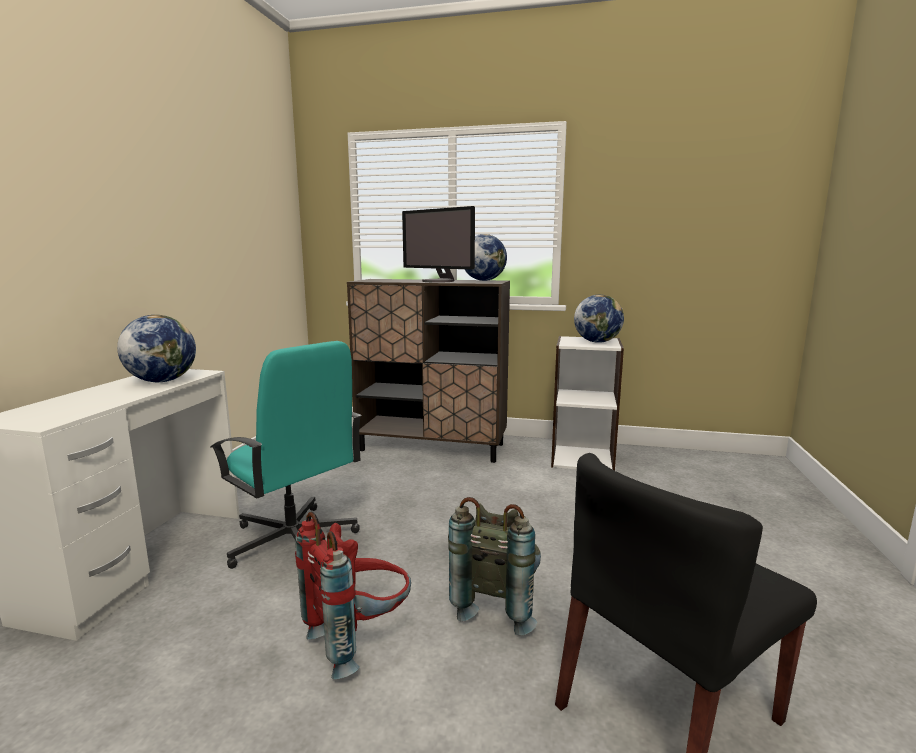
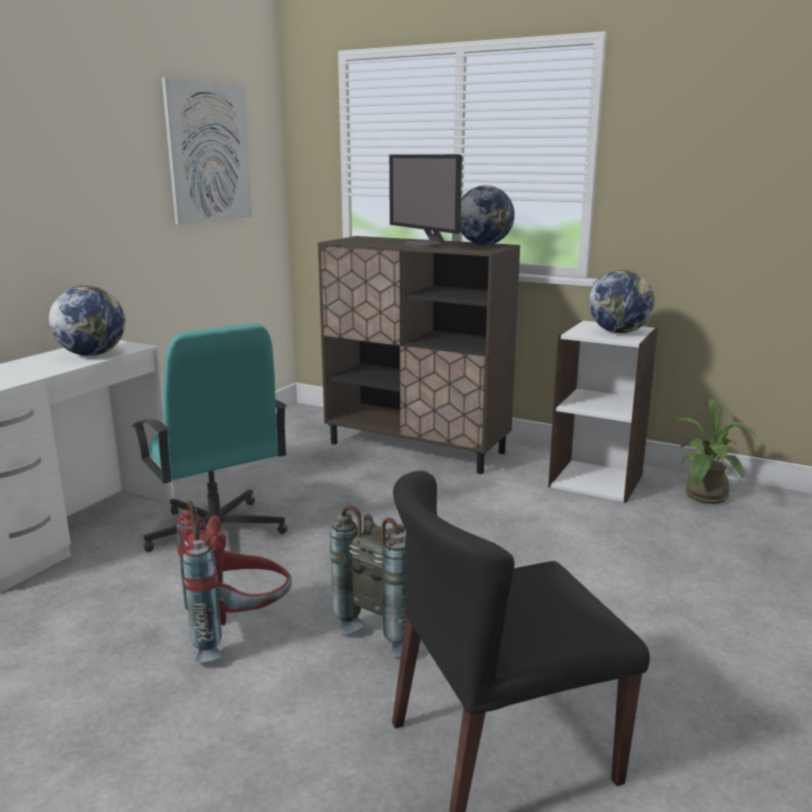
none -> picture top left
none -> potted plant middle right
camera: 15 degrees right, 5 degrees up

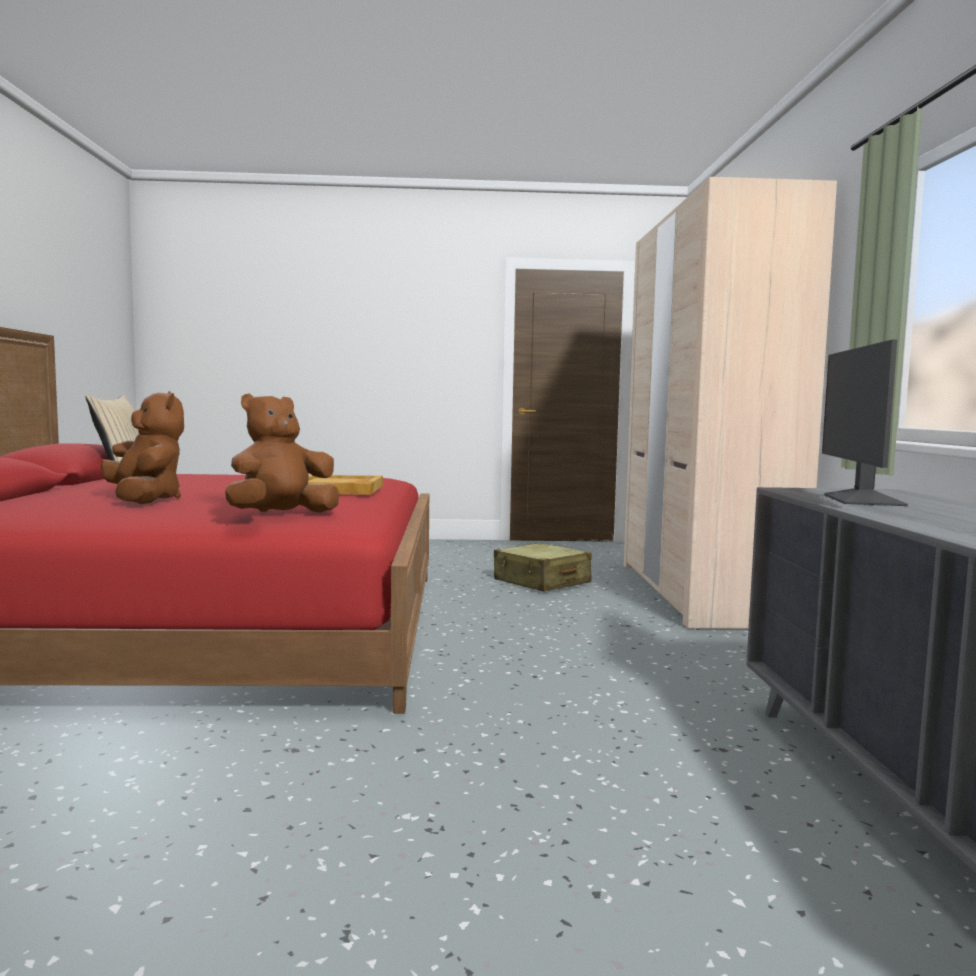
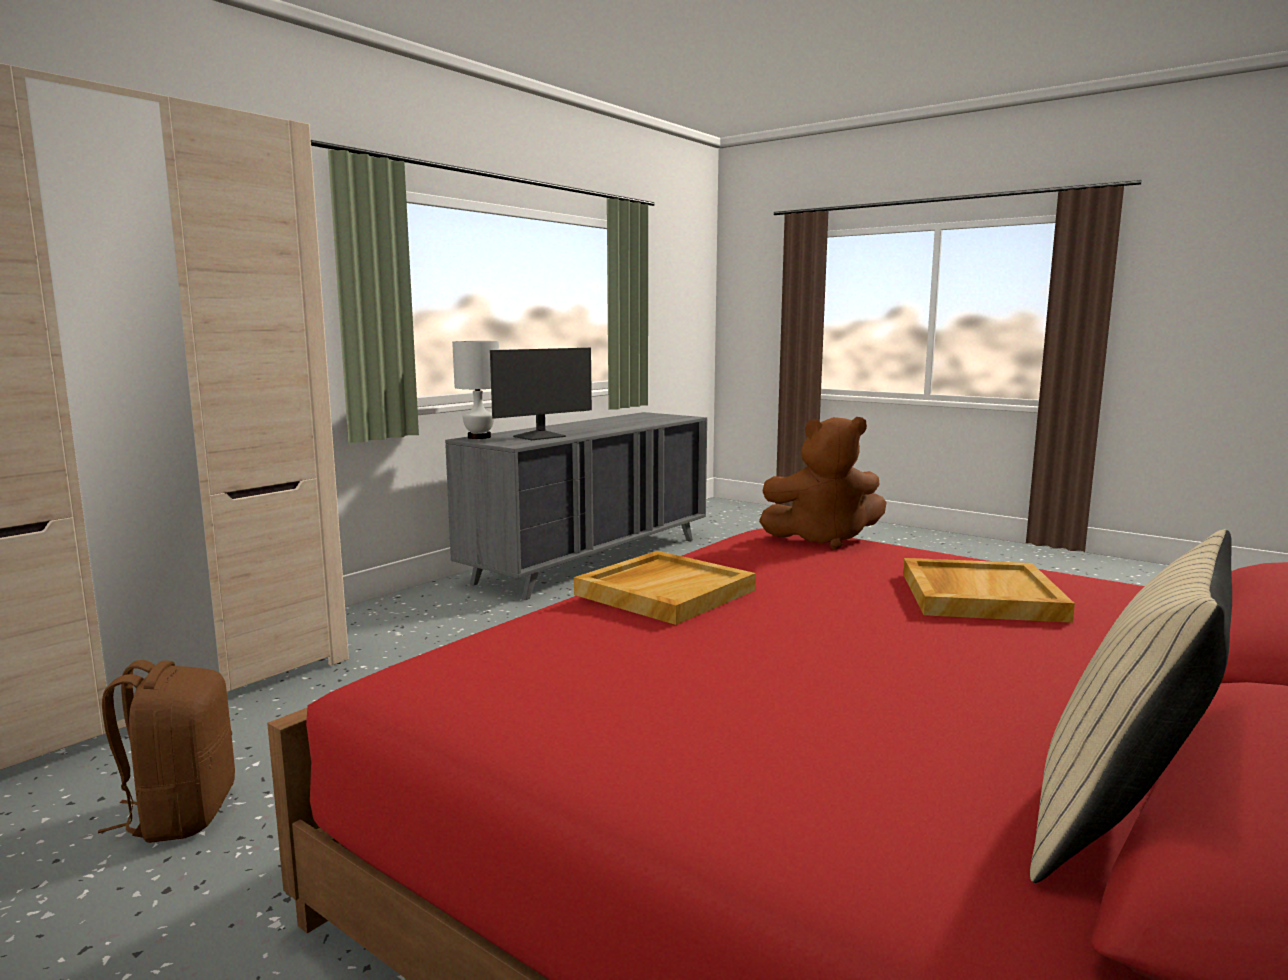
none -> white table lamp centre
brown plush toy (no. 1 from left) middle left -> beige tray (no. 2 from left) middle right
beige suitcase centre -> brown backpack bottom left
camera: 140 degrees left, 5 degrees up

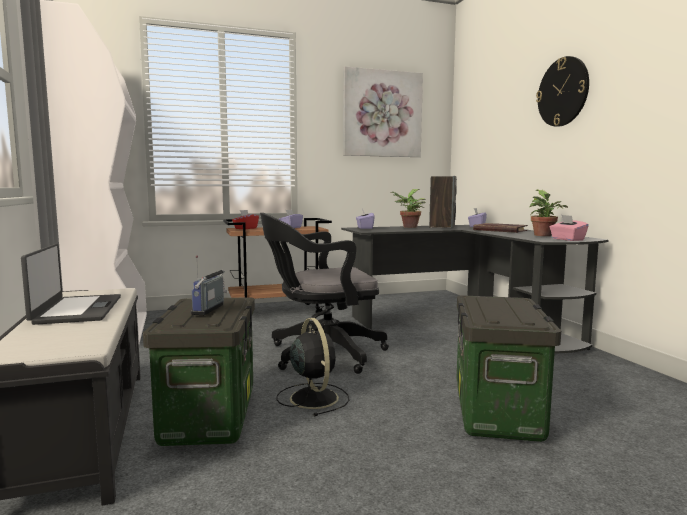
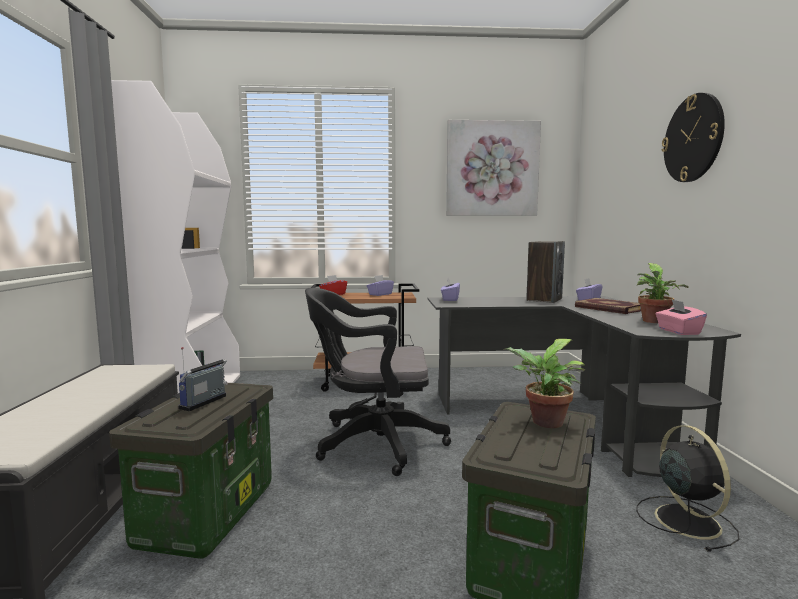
laptop middle left -> none
black fan bottom centre -> black fan bottom right, relocated
potted plant (no. 1 from left) centre -> potted plant (no. 1 from left) middle right, relocated
camera: 15 degrees right, 0 degrees up

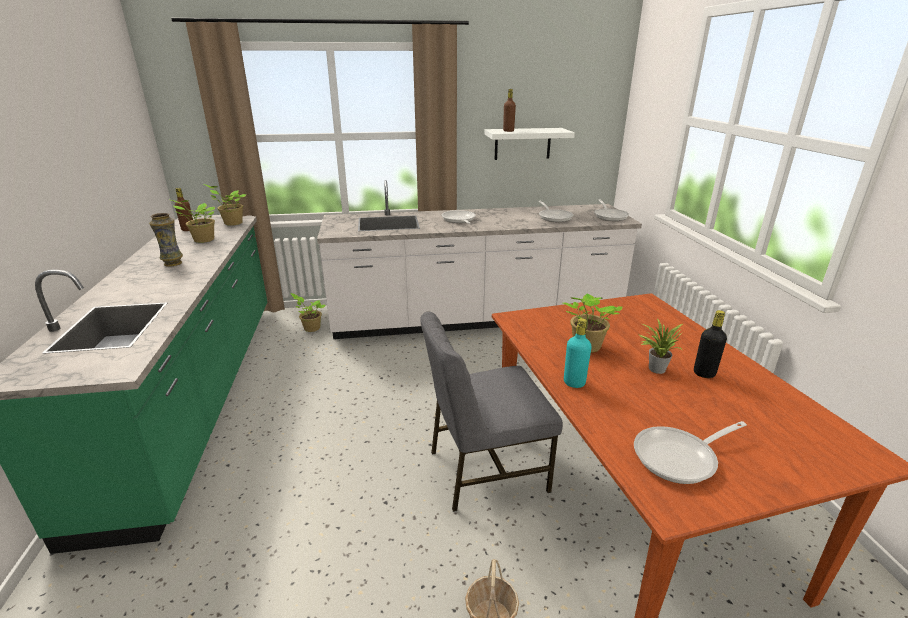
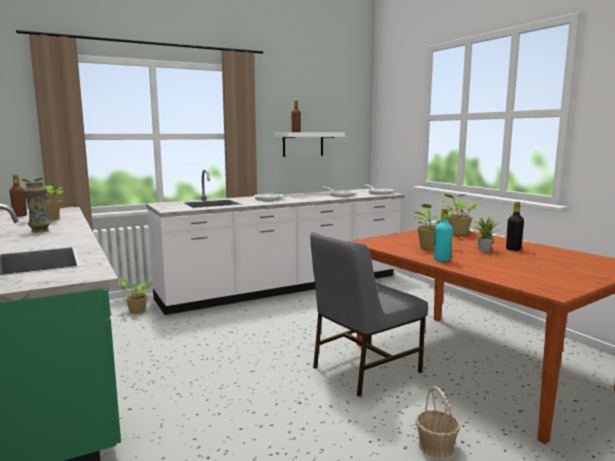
frying pan (no. 4 from left) bottom right -> none
potted plant (no. 2 from left in the first image) top left -> potted plant (no. 4 from left) middle right, relocated
camera: 20 degrees left, 15 degrees down

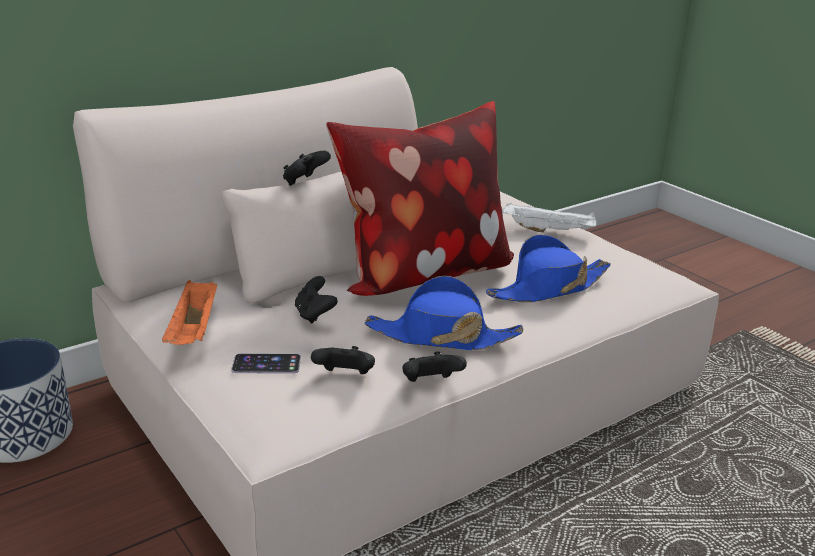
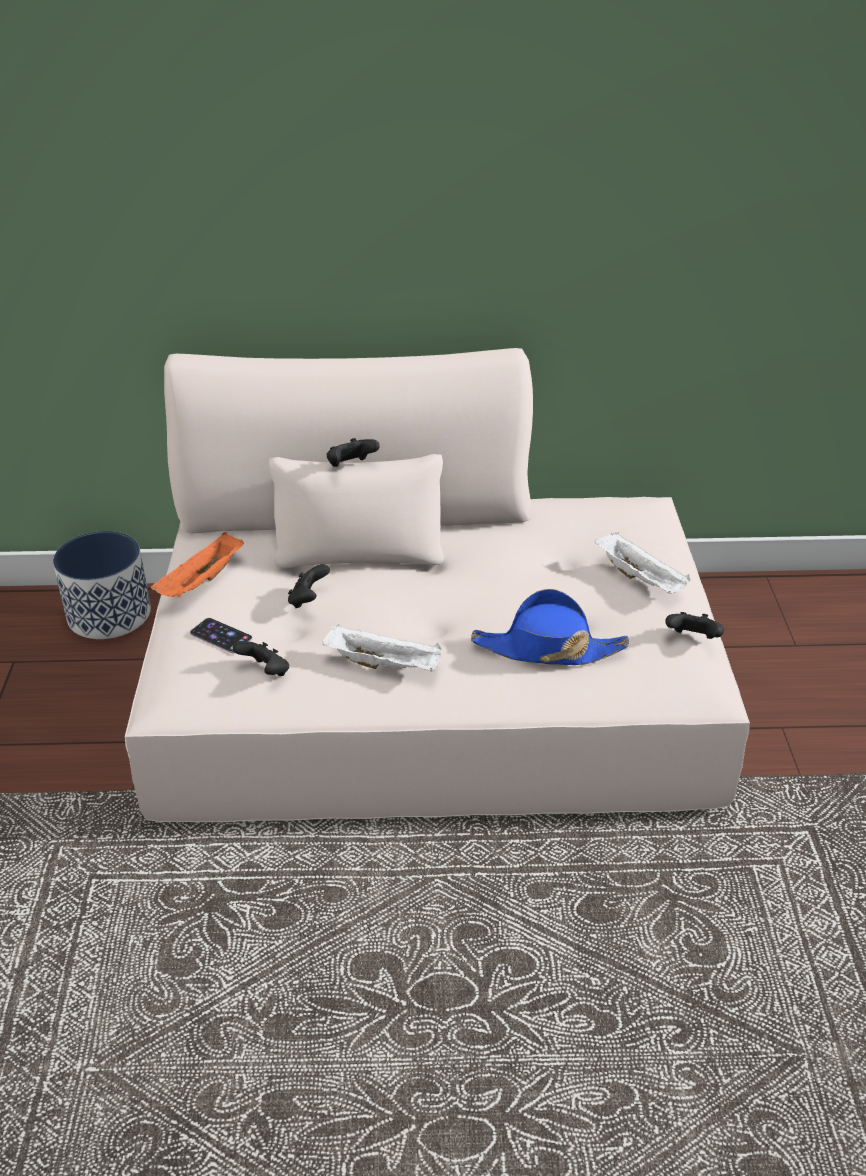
pillow centre -> none
black game controller (no. 4 from left) centre -> black game controller (no. 4 from left) middle right, relocated
blue hat (no. 1 from left) centre -> white tray (no. 1 from left) centre
camera: 35 degrees right, 10 degrees up

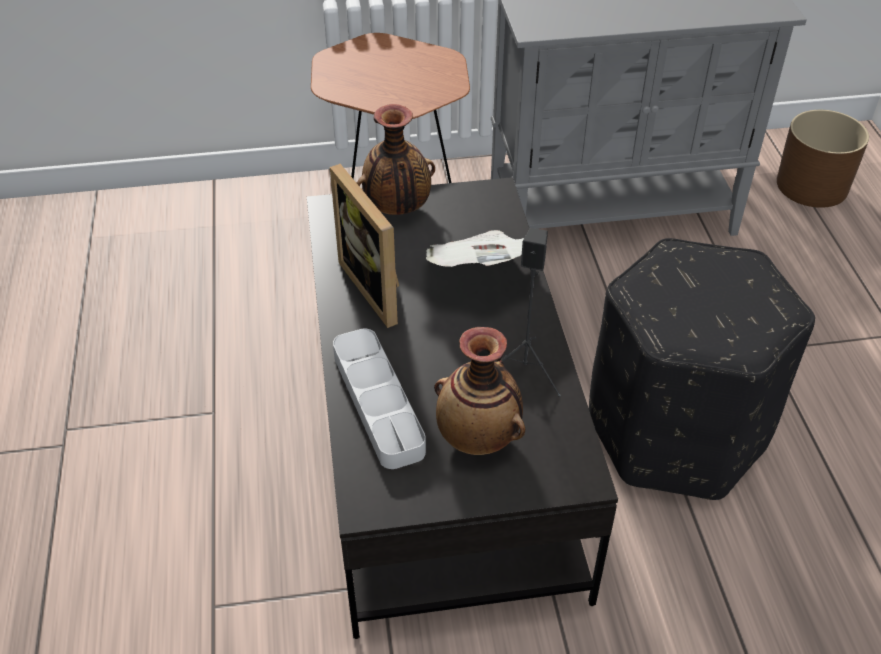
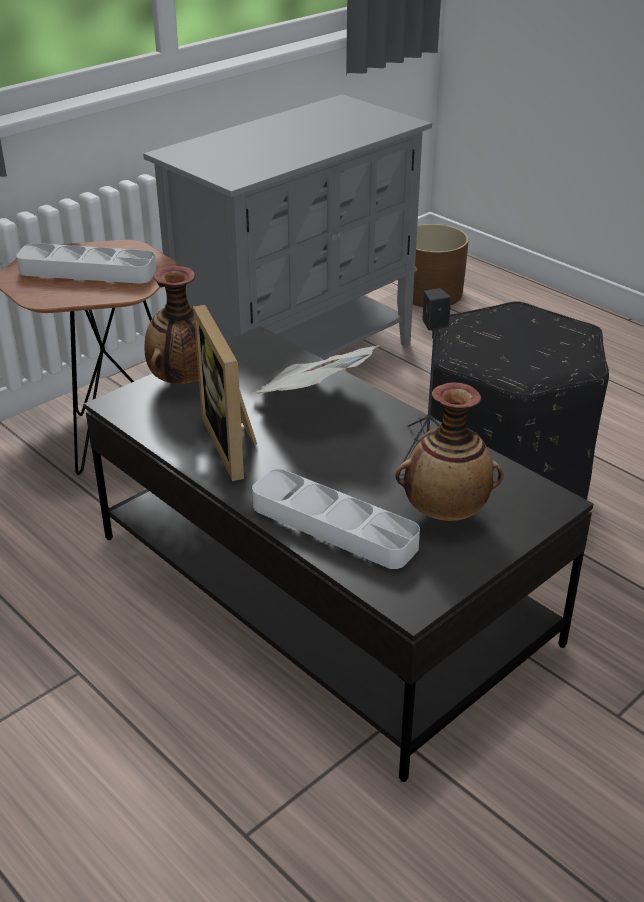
none -> grey tray (no. 1 from left) top left
picture frame centre, 45 degrees clockwise
camera: 35 degrees left, 10 degrees down

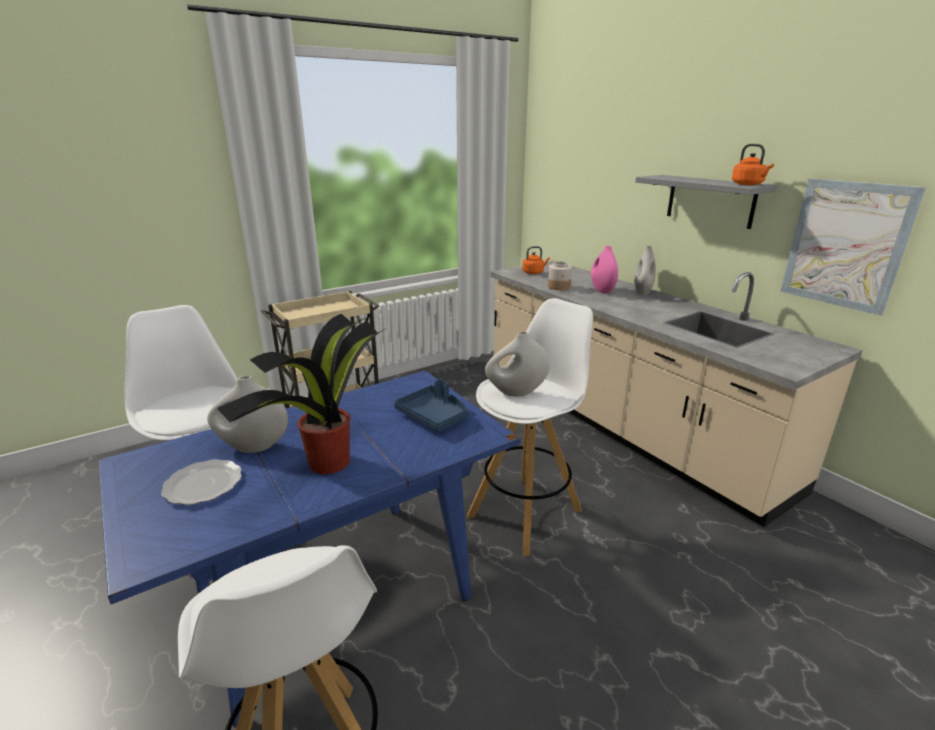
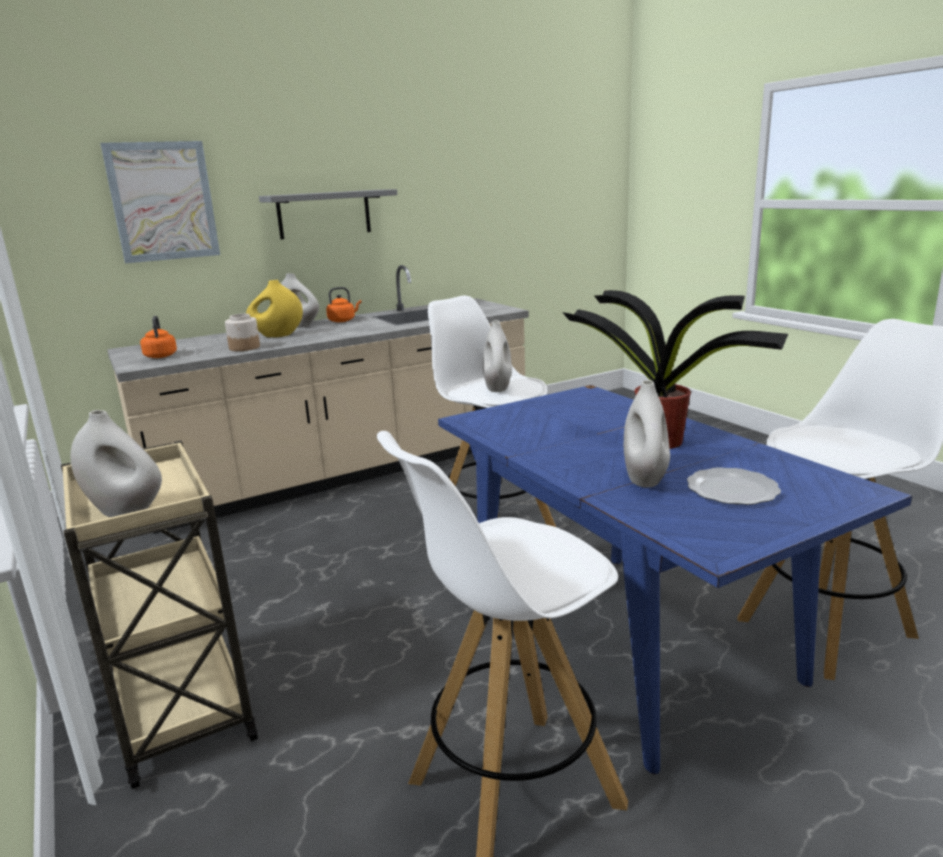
blue tray centre -> none
none -> white vase (no. 1 from left) middle left
orange kettle (no. 2 from left) top right -> orange kettle (no. 2 from left) centre, relocated
picture middle right -> picture top left, relocated
pink vase centre -> yellow vase middle left
camera: 85 degrees left, 5 degrees down

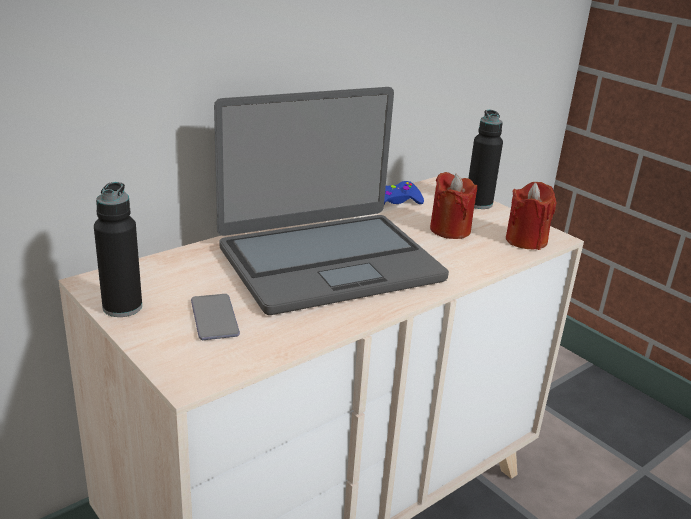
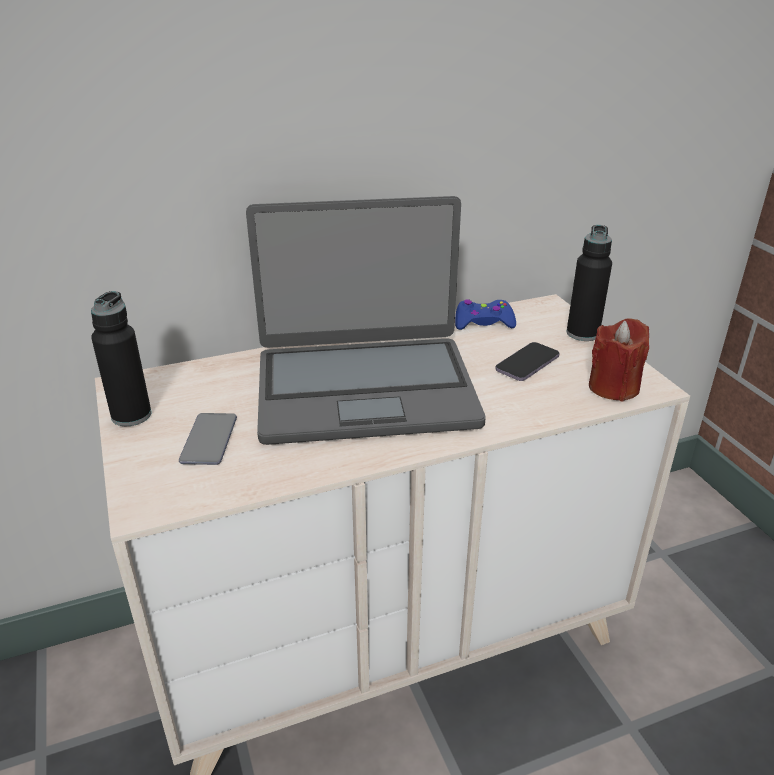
red candle (no. 1 from left) centre -> phone (no. 2 from left) middle right
camera: 20 degrees right, 5 degrees up

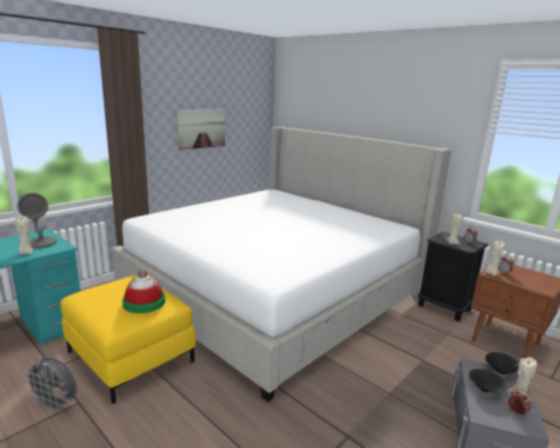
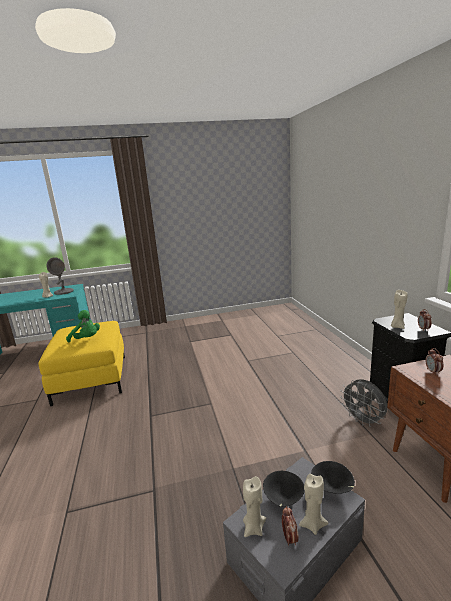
bed centre -> none
picture top centre -> none
grey fan bottom left -> grey fan bottom right, relocated
beige candle (no. 3 from left in the first image) middle right -> beige candle (no. 2 from left) bottom centre, relocated
hat middle left -> green plush toy middle left
camera: 35 degrees right, 0 degrees up

